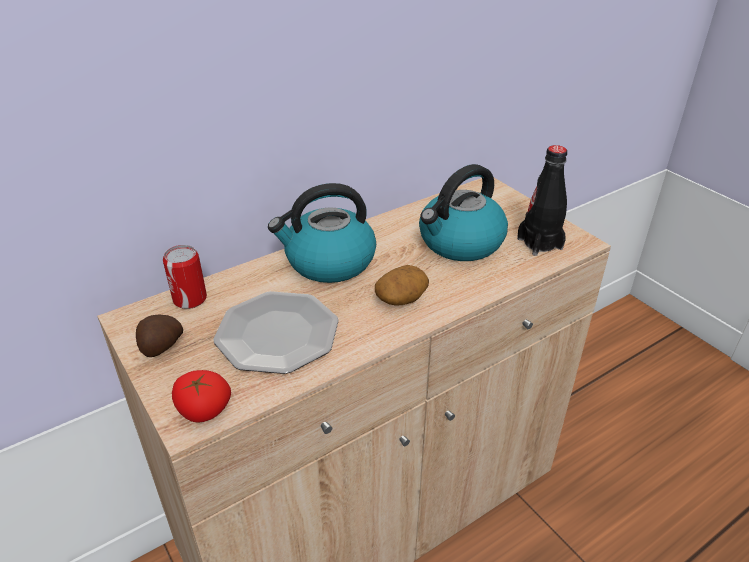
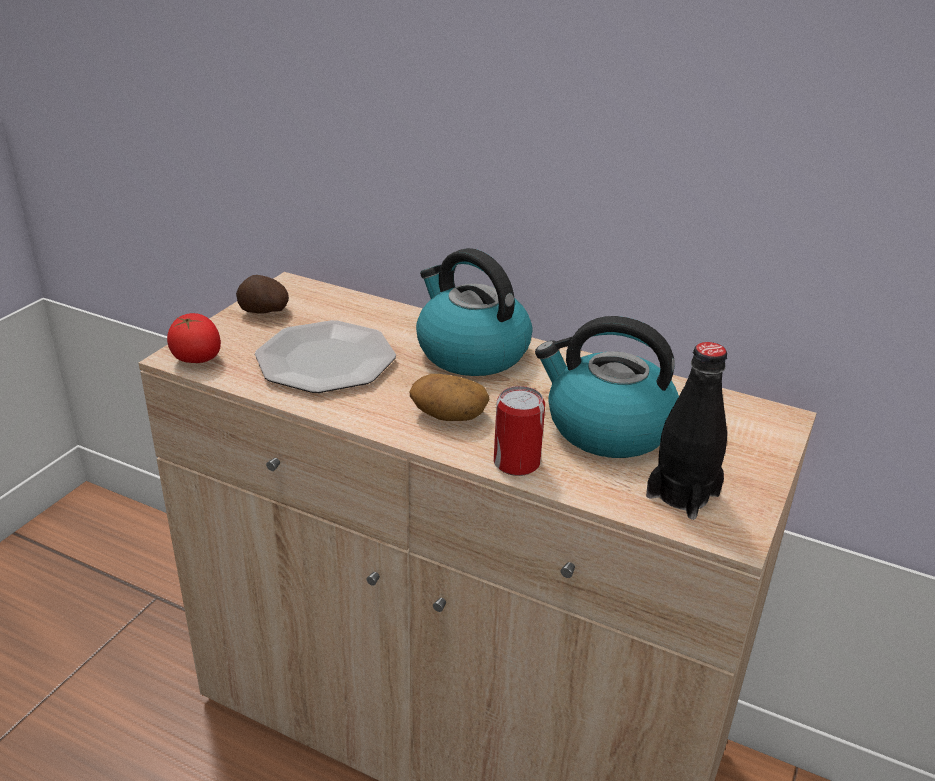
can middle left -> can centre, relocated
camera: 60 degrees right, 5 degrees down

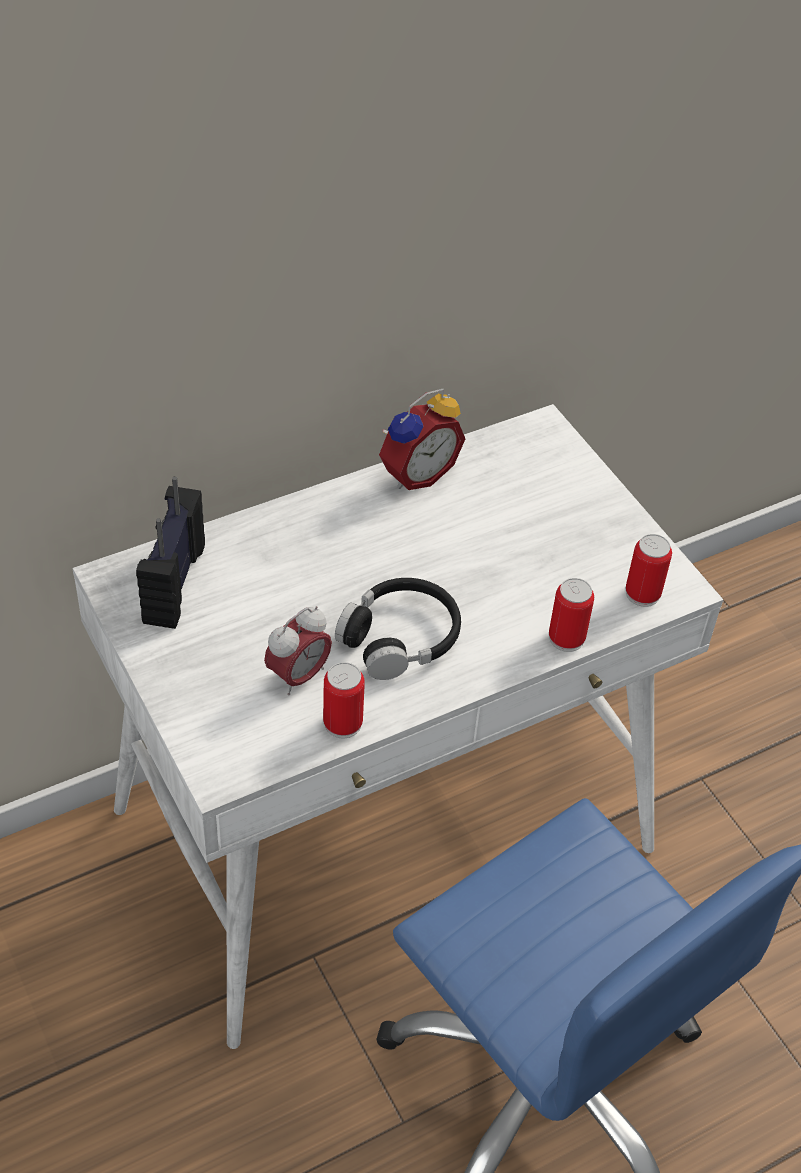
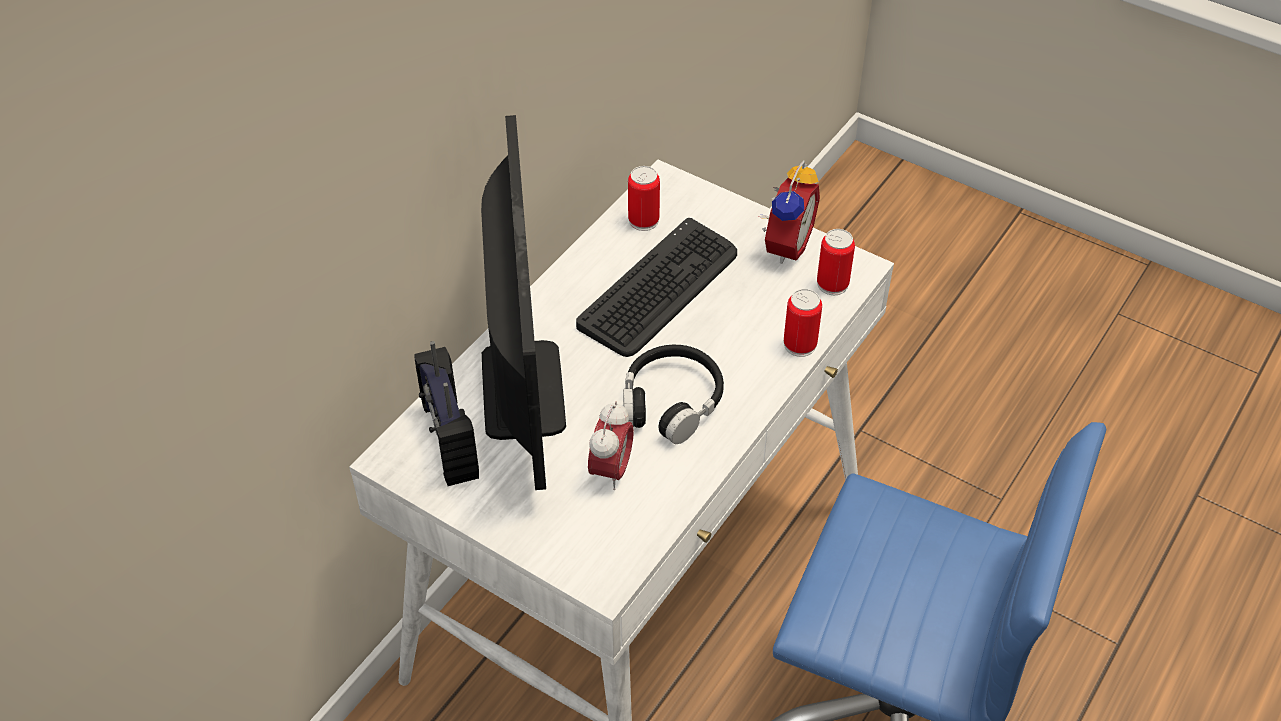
none -> monitor centre
none -> keyboard centre
can (no. 1 from left) centre -> can (no. 1 from left) top centre, relocated
alarm clock (no. 2 from left) centre -> alarm clock (no. 2 from left) top centre, relocated
camera: 25 degrees left, 0 degrees up

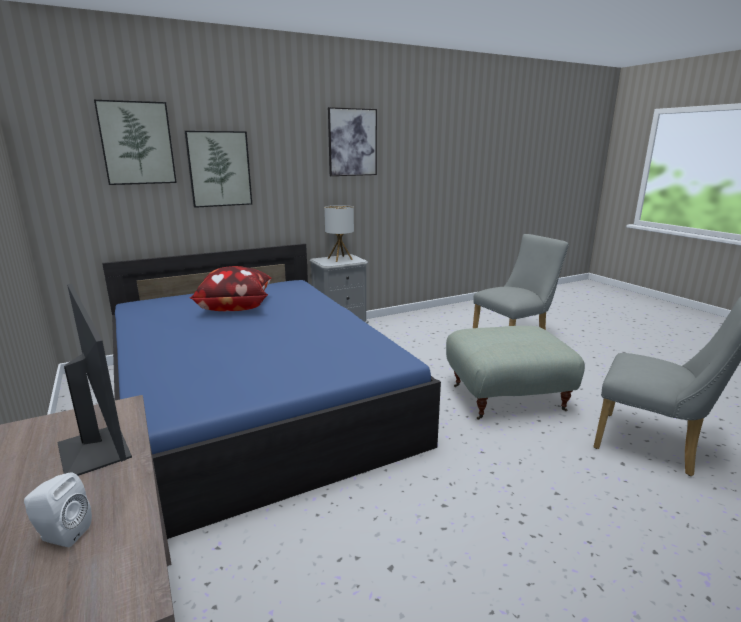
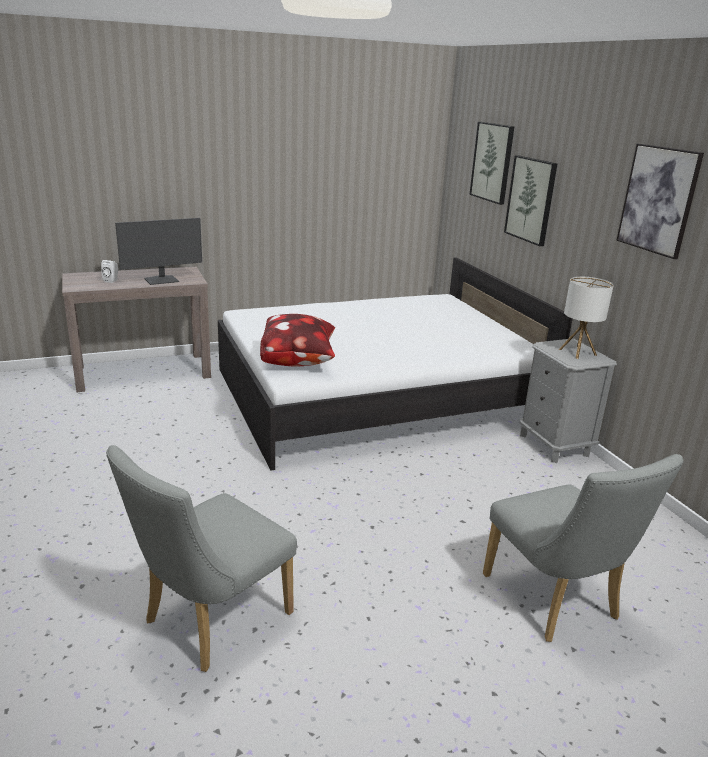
grey ottoman middle right -> none
pillow middle left -> pillow centre, relocated
blue bed centre -> white bed centre
camera: 95 degrees right, 5 degrees up

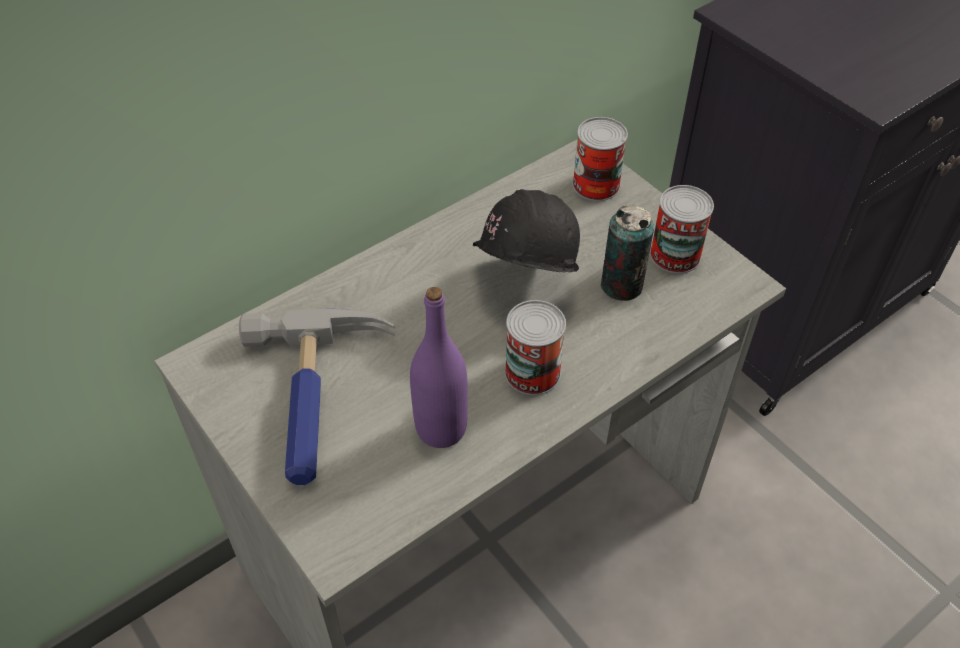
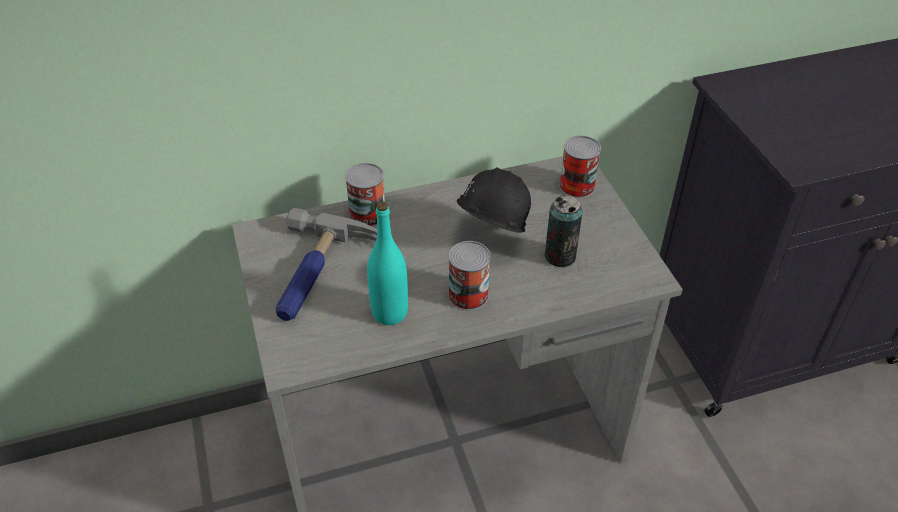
can (no. 4 from left in the first image) middle right -> can (no. 1 from left) centre, relocated
purple bottle centre -> turquoise bottle centre
camera: 20 degrees right, 5 degrees down

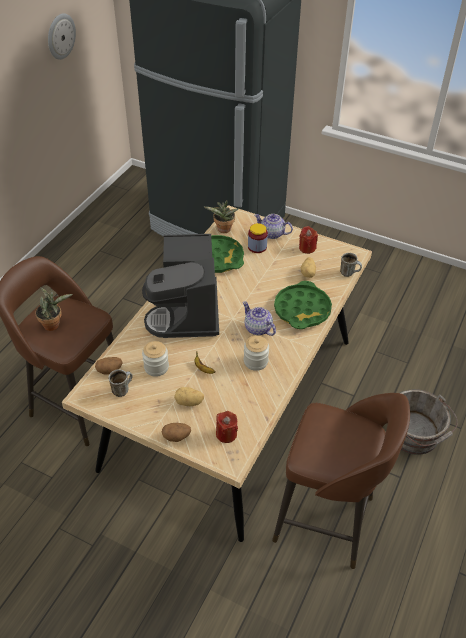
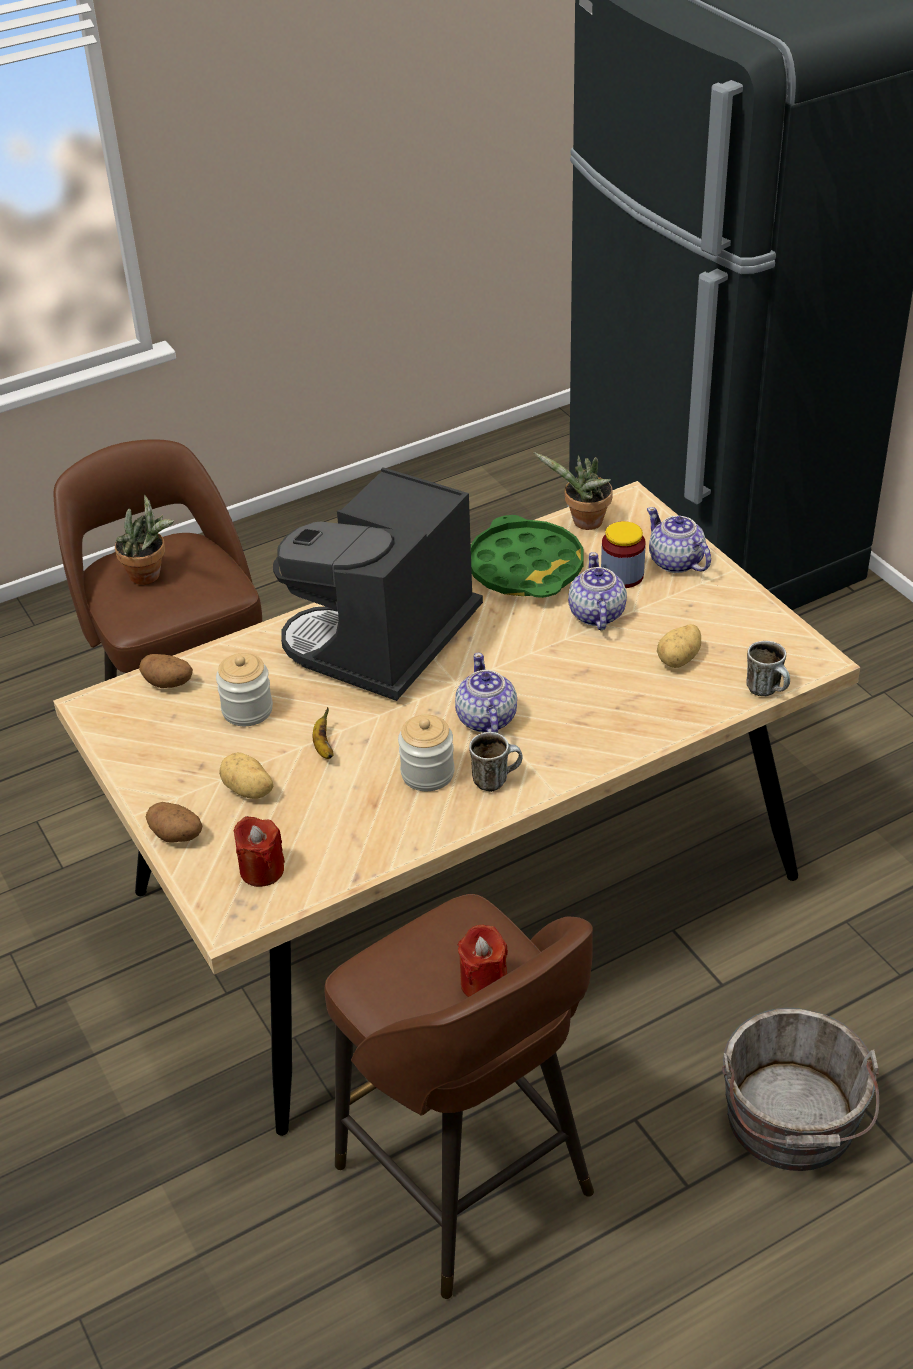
wall clock top left -> none
green tray (no. 2 from left) centre -> none
none -> teapot (no. 2 from left) centre
mug (no. 1 from left) middle left -> mug (no. 1 from left) centre, relocated
red candle (no. 2 from left) centre -> red candle (no. 2 from left) bottom centre, relocated
camera: 35 degrees right, 5 degrees down

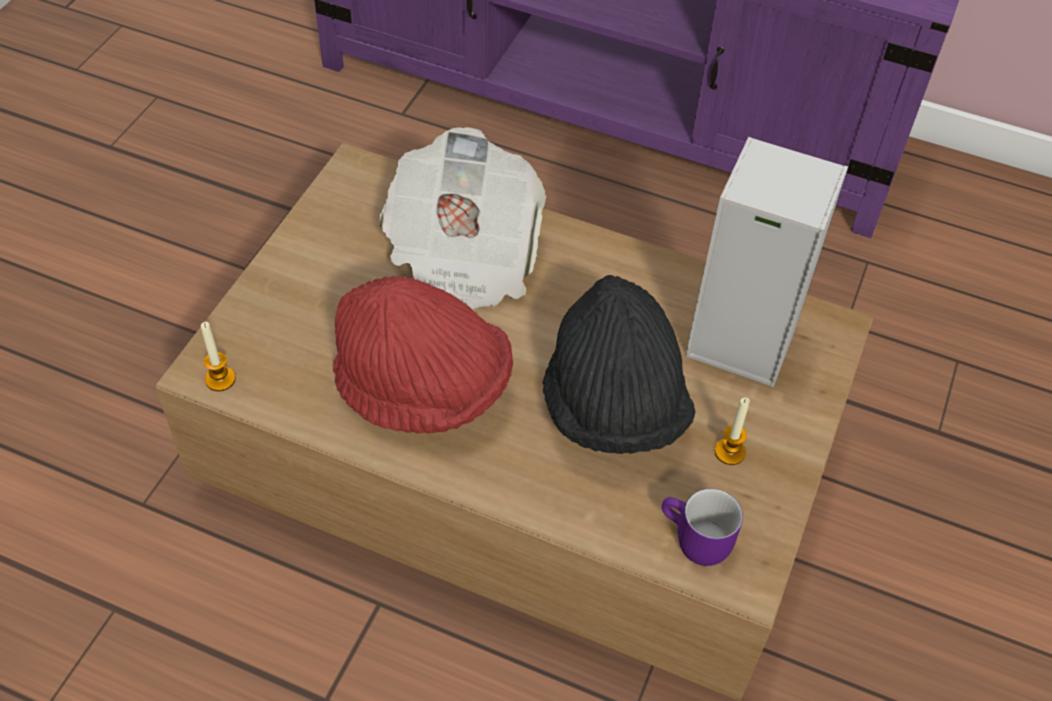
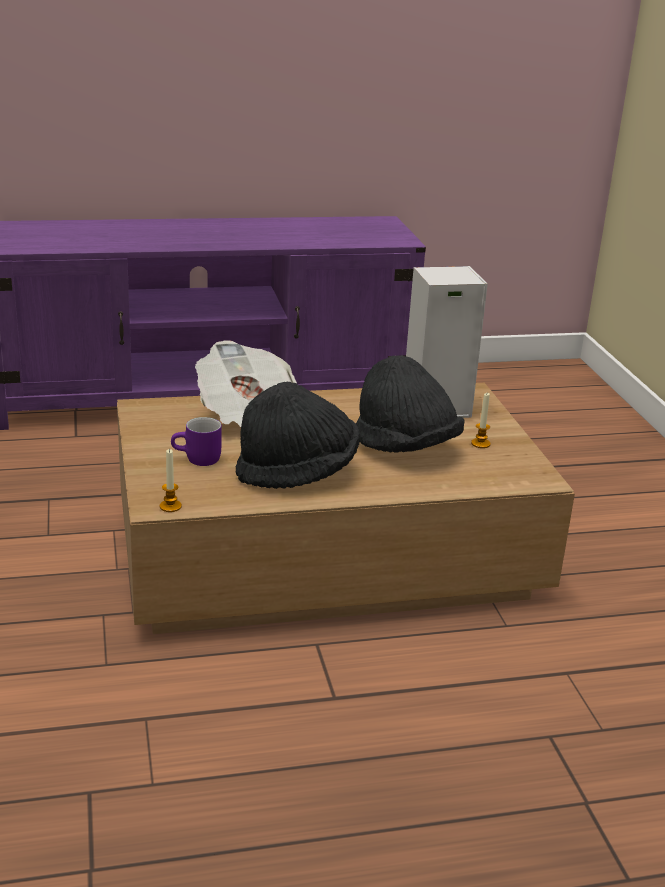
purple mug bottom right -> purple mug middle left, relocated
red hat centre -> black hat (no. 1 from left) centre
camera: 35 degrees left, 25 degrees down

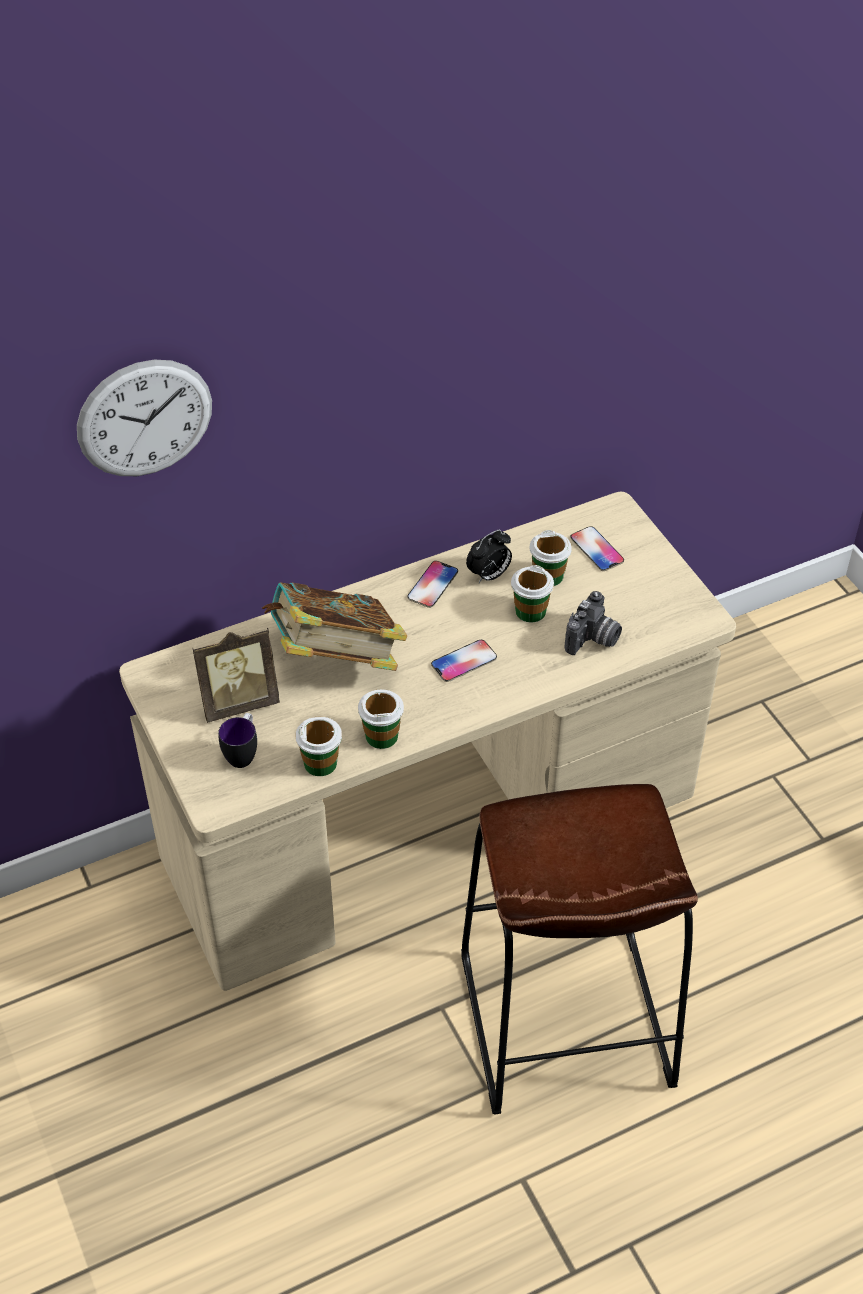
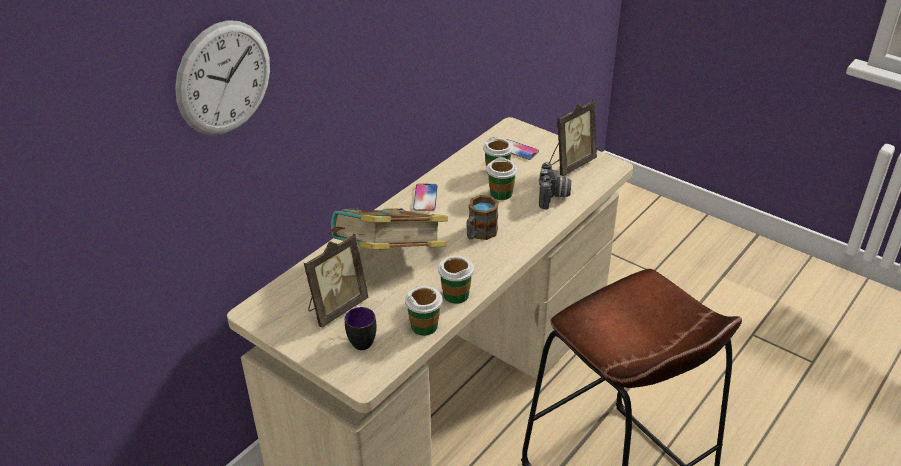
alarm clock centre -> none
none -> picture frame (no. 2 from left) top centre
phone (no. 2 from left) centre -> mug (no. 2 from left) centre
camera: 25 degrees left, 10 degrees down

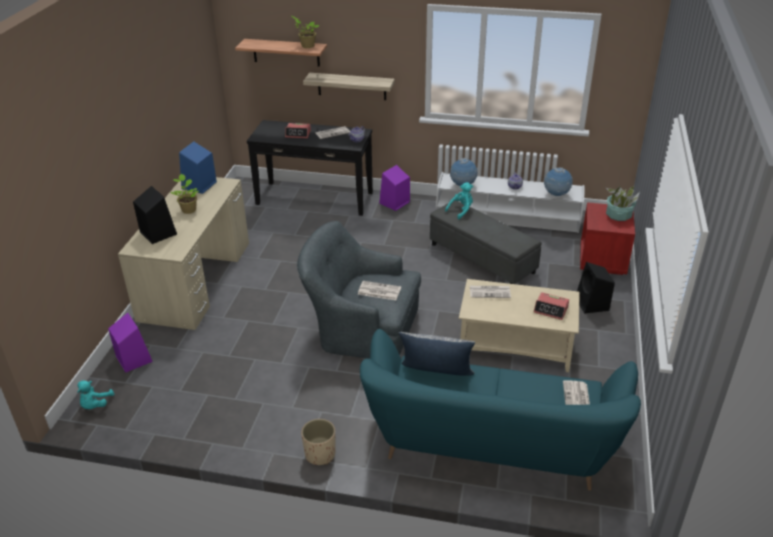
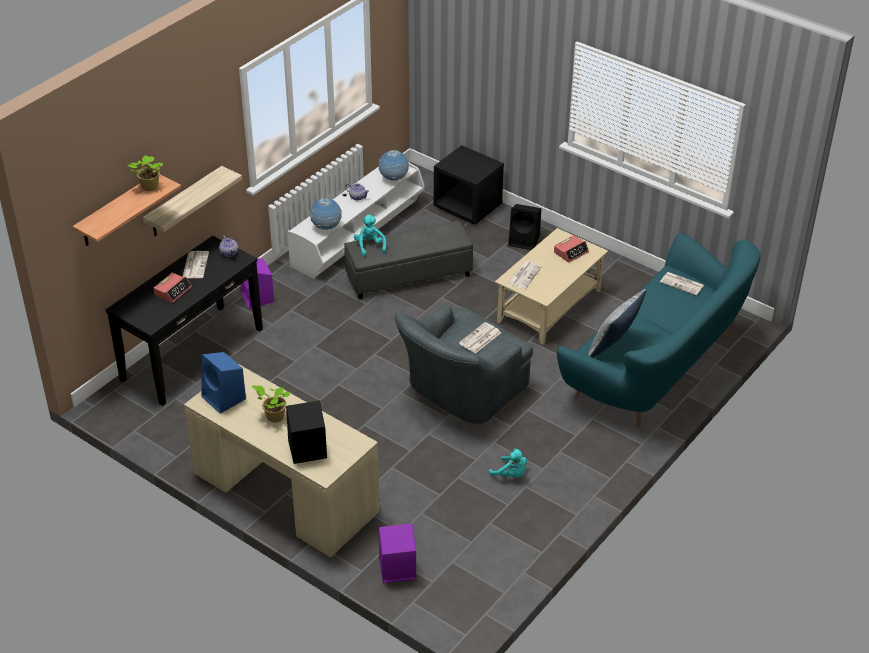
beige planter bottom centre -> none
potted plant (no. 3 from left) middle right -> none
turquoise plush toy (no. 1 from left in the first image) bottom left -> turquoise plush toy (no. 2 from left) bottom centre, relocated
red nightstand middle right -> black nightstand top centre
camera: 65 degrees left, 5 degrees up

